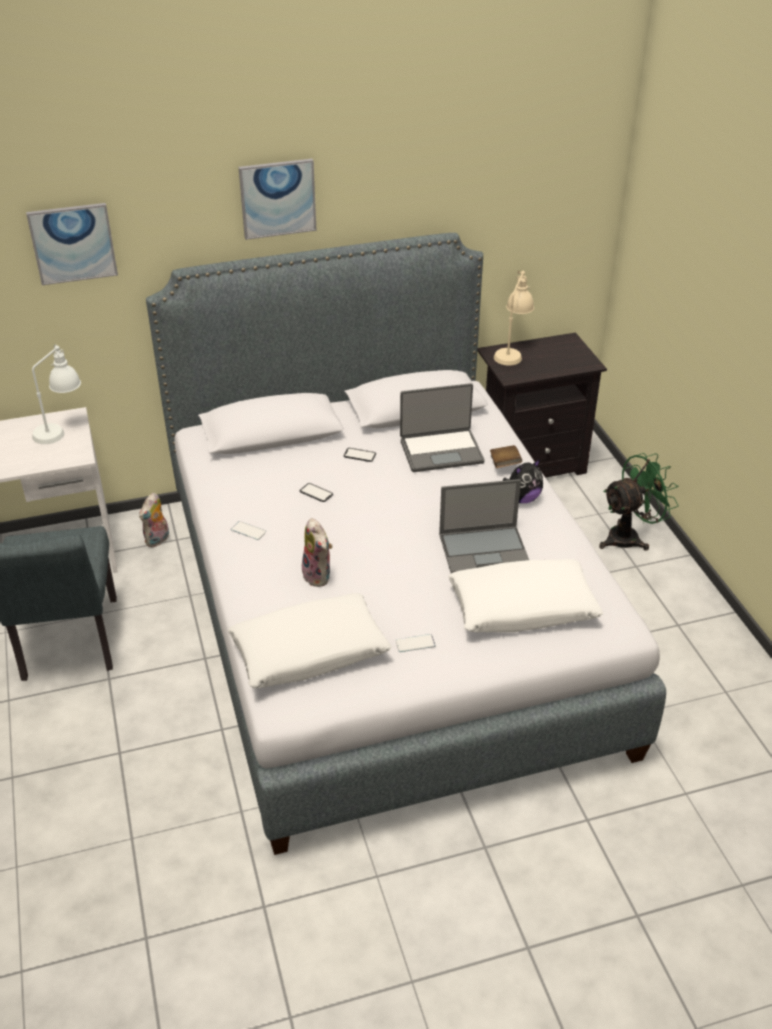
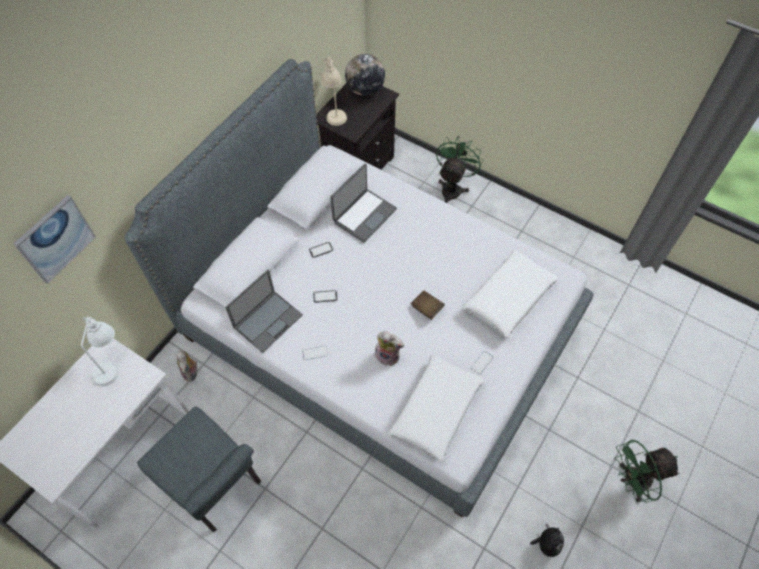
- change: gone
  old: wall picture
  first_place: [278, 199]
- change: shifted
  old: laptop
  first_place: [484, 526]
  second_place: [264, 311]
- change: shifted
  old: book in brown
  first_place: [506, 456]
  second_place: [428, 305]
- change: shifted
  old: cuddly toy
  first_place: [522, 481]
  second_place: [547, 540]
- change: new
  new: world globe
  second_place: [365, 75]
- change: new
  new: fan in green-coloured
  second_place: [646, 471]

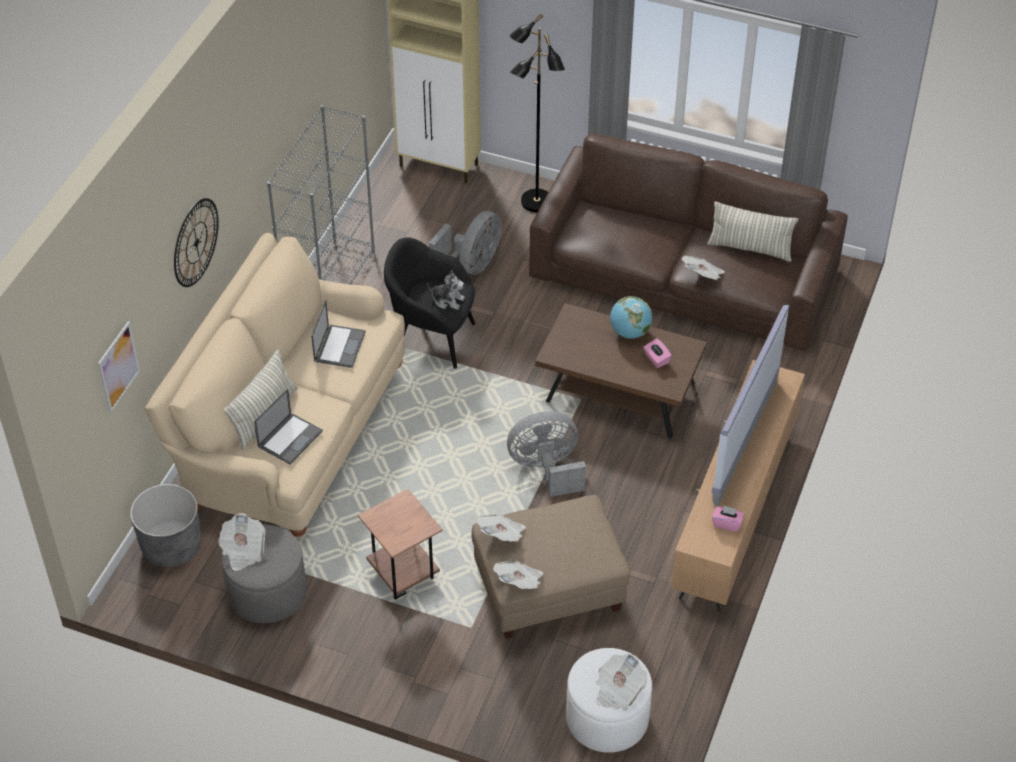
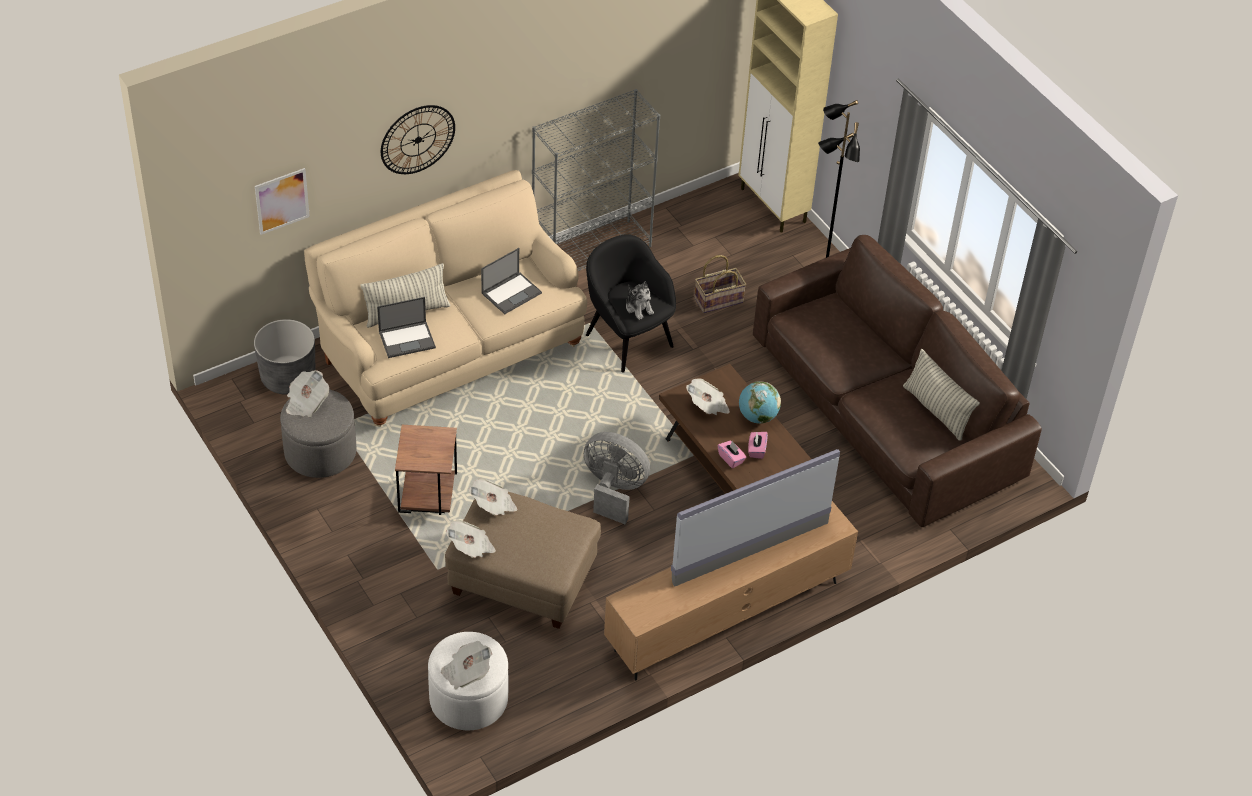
- change: swapped
  old: fan in grey
  new: household basket
  first_place: [465, 243]
  second_place: [720, 284]
- change: shifted
  old: newspaper
  first_place: [703, 267]
  second_place: [708, 396]
- change: shifted
  old: tissue box in pinkish
  first_place: [728, 519]
  second_place: [732, 454]

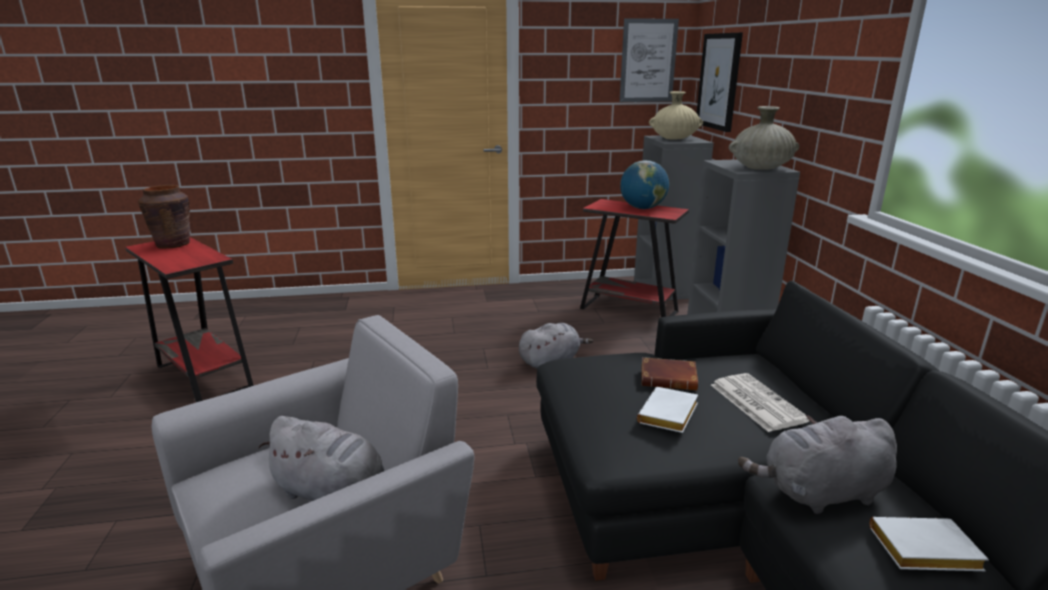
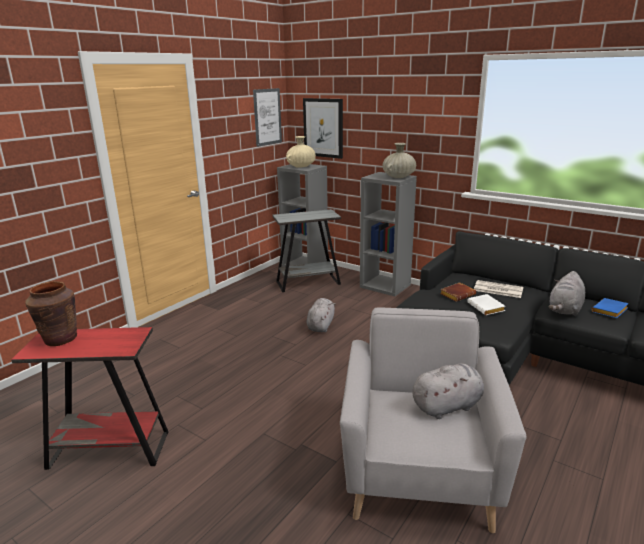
- change: repainted
  old: accent table in reddish
  new: accent table in grey
  first_place: [634, 258]
  second_place: [306, 250]
- change: gone
  old: world globe
  first_place: [644, 184]
- change: repainted
  old: book in white
  new: book in blue-coloured
  first_place: [929, 543]
  second_place: [610, 308]

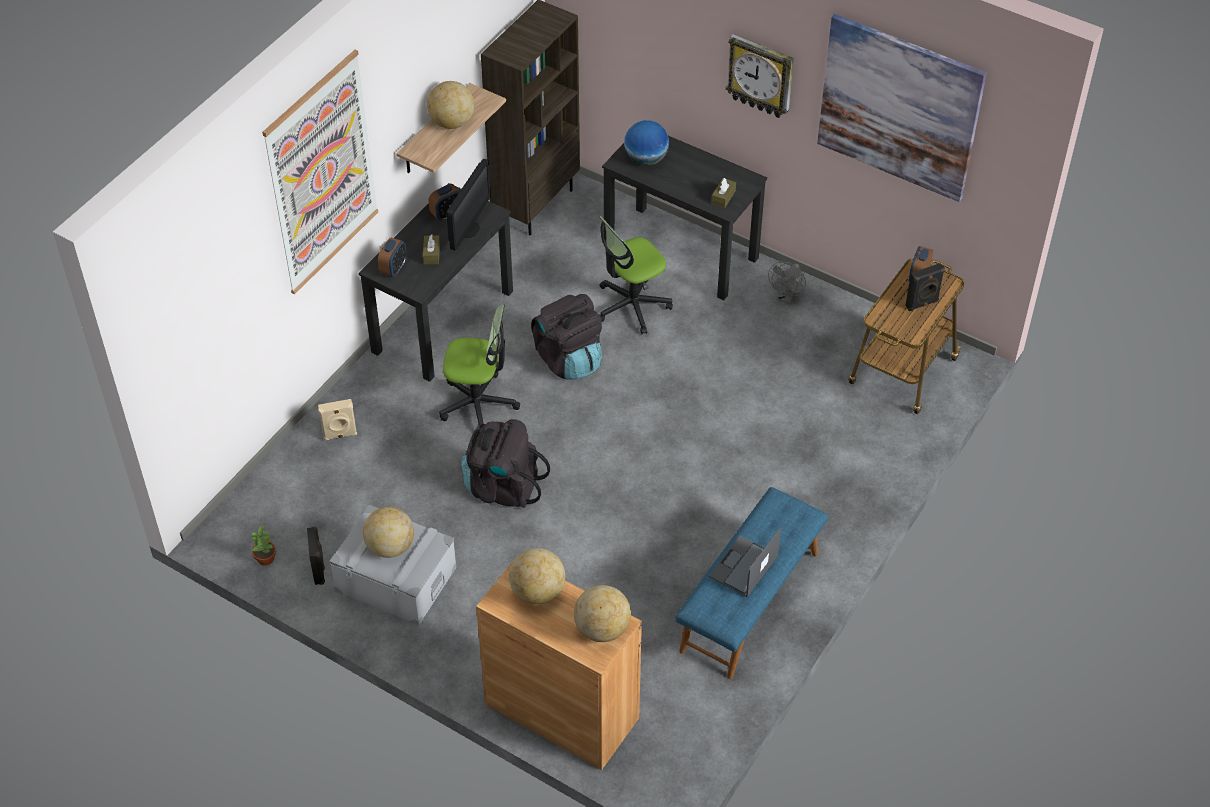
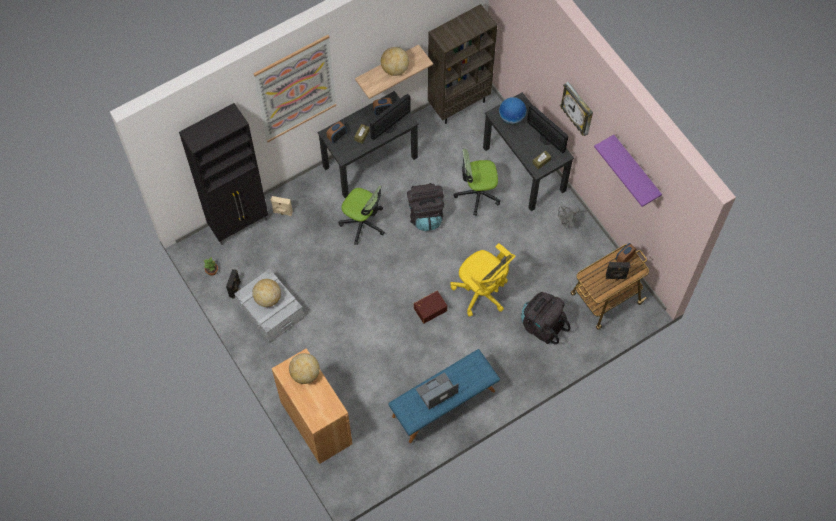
- change: shifted
  old: knapsack in black
  first_place: [505, 463]
  second_place: [546, 318]
- change: gone
  old: world globe
  first_place: [602, 613]
- change: swapped
  old: wall picture
  new: wall shelf in purple-coloured
  first_place: [902, 108]
  second_place: [628, 171]
- change: new
  new: storage cabinet in black
  second_place: [223, 174]
- change: new
  new: storage container in brown
  second_place: [430, 307]
- change: new
  new: desk chair in yellowish
  second_place: [483, 280]
- change: new
  new: monitor
  second_place: [547, 129]

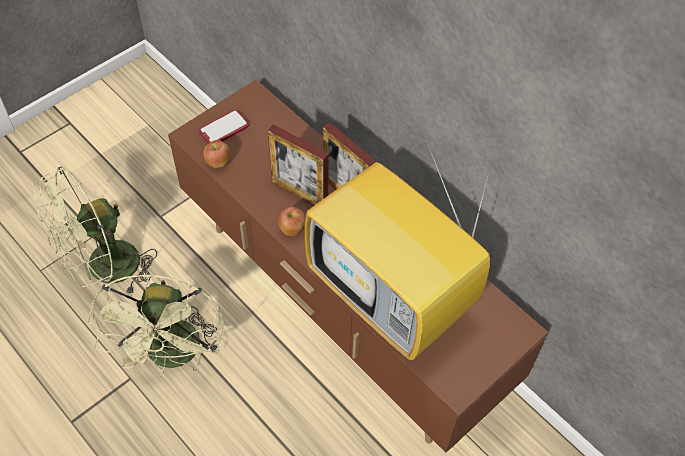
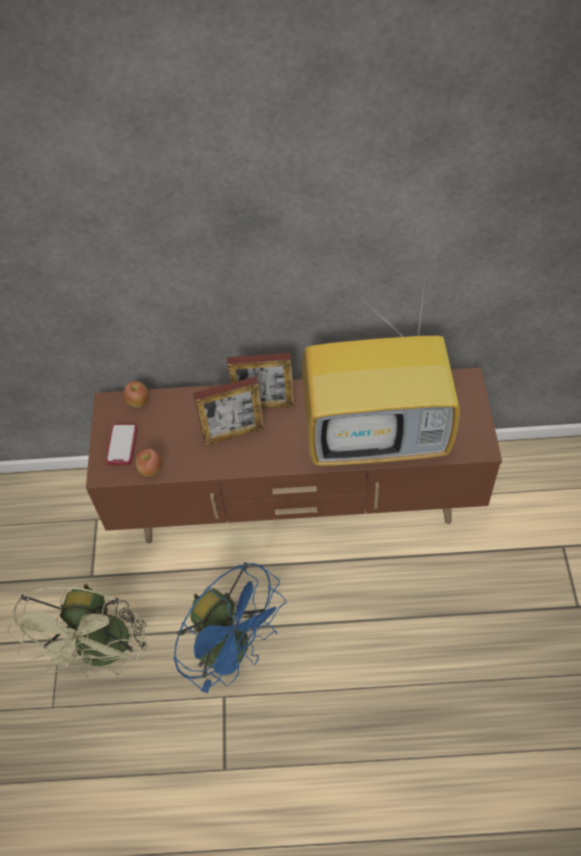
- change: repainted
  old: fan in green-coloured
  new: fan in blue-coloured
  first_place: [156, 325]
  second_place: [229, 627]
- change: shifted
  old: apple fruit
  first_place: [291, 221]
  second_place: [135, 394]

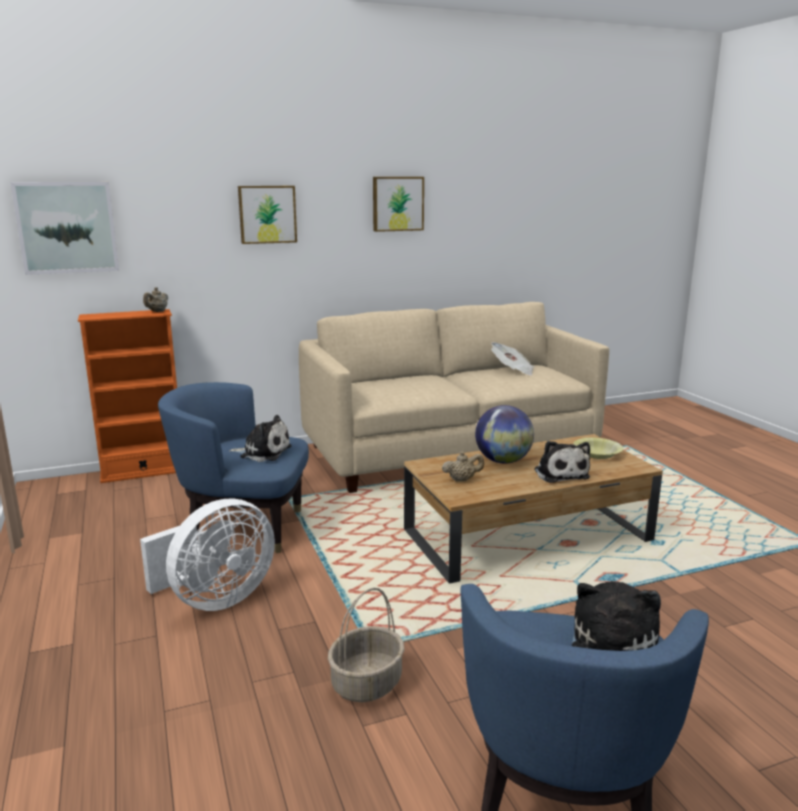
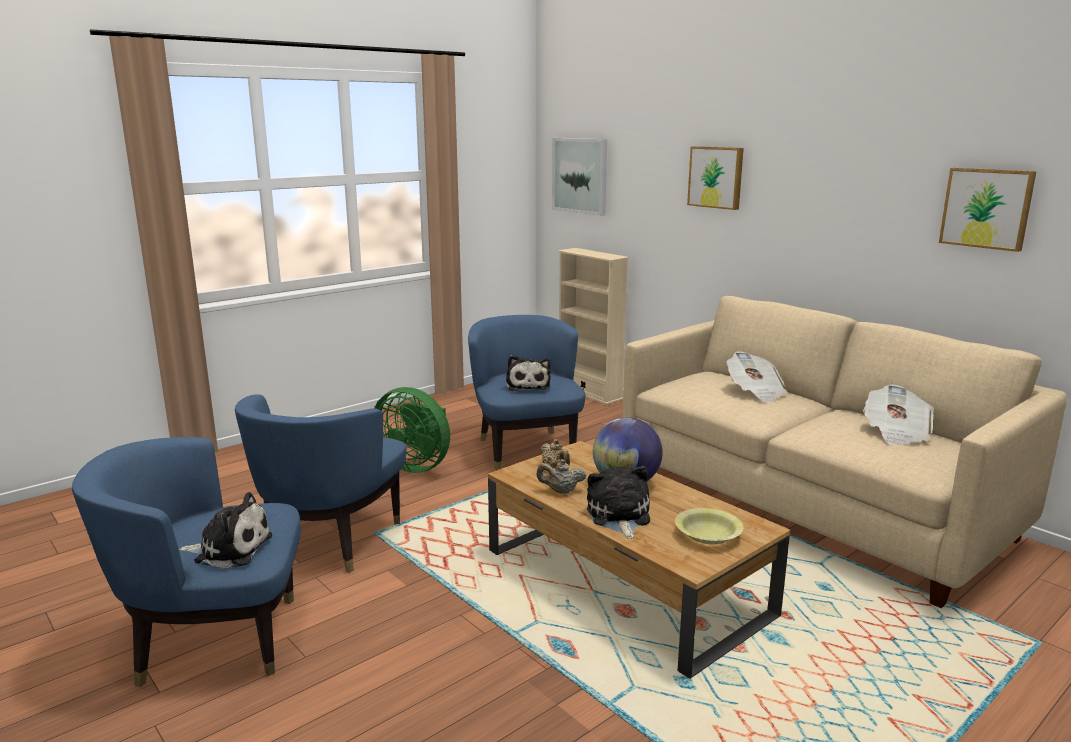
- change: repainted
  old: shelving unit in orange
  new: shelving unit in sand-coloured
  first_place: [127, 396]
  second_place: [593, 326]
- change: repainted
  old: fan in white
  new: fan in green-coloured
  first_place: [207, 554]
  second_place: [412, 430]
- change: shifted
  old: teapot in sand-coloured
  first_place: [155, 299]
  second_place: [561, 476]
- change: swapped
  old: household basket
  new: armchair in blue-coloured
  first_place: [366, 645]
  second_place: [321, 483]
- change: shifted
  old: wall picture
  first_place: [398, 204]
  second_place: [987, 210]
- change: rotated
  old: cuddly toy
  first_place: [562, 462]
  second_place: [618, 502]
  degrees: 120
- change: new
  new: newspaper
  second_place: [756, 377]

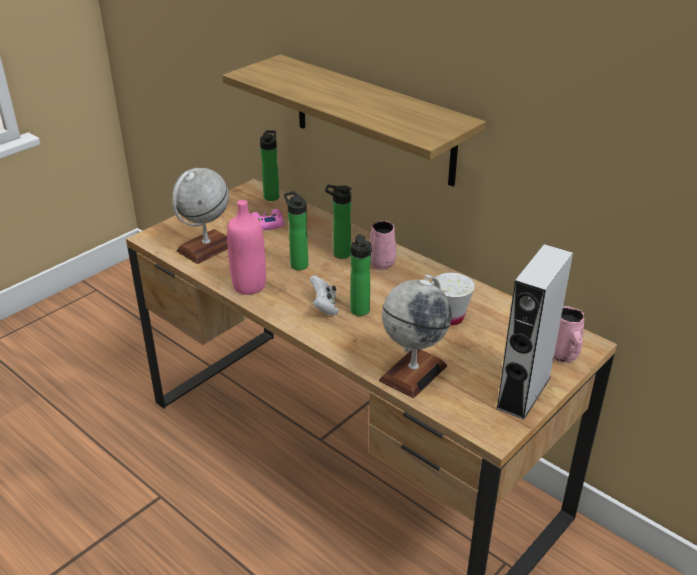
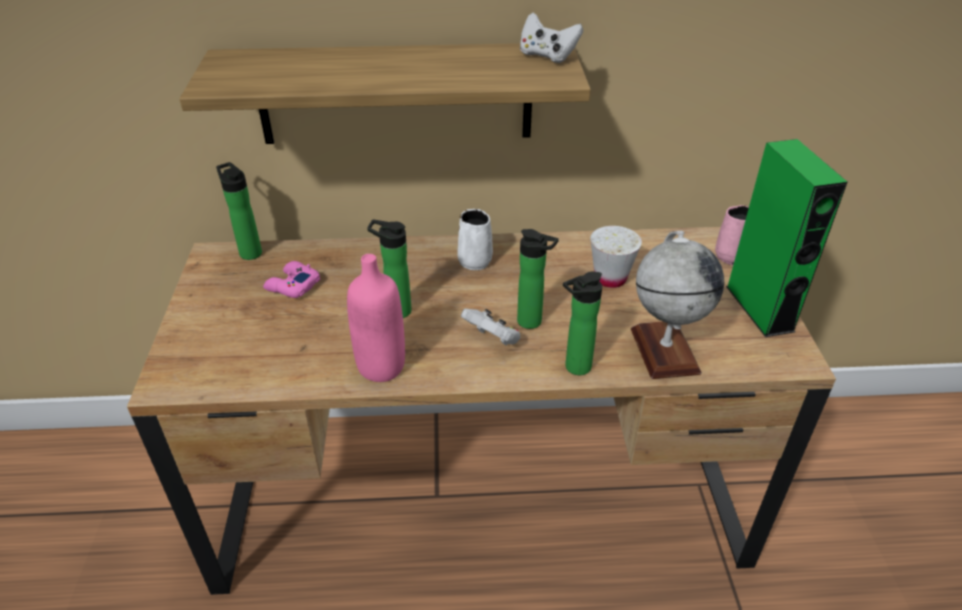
- change: gone
  old: world globe
  first_place: [200, 215]
- change: shifted
  old: drink bottle
  first_place: [338, 221]
  second_place: [582, 323]
- change: repainted
  old: mug in pinkish
  new: mug in white
  first_place: [383, 245]
  second_place: [475, 239]
- change: repainted
  old: loudspeaker in grey
  new: loudspeaker in green-coloured
  first_place: [534, 332]
  second_place: [786, 238]
- change: new
  new: game controller in white
  second_place: [551, 38]

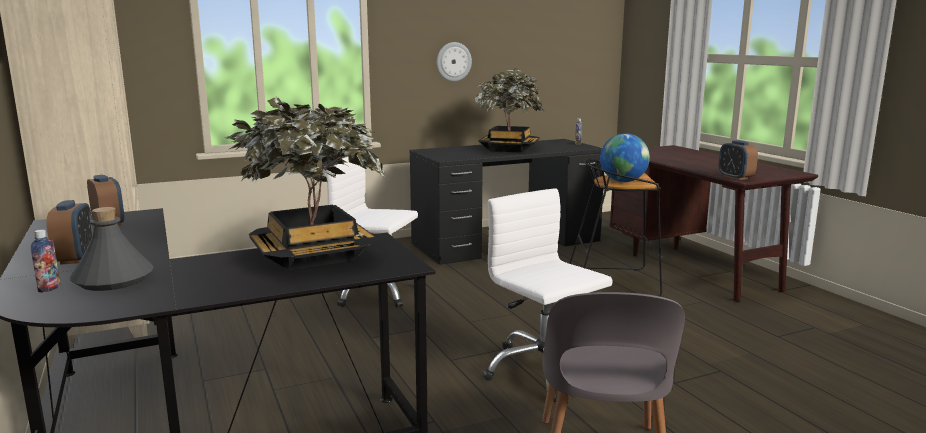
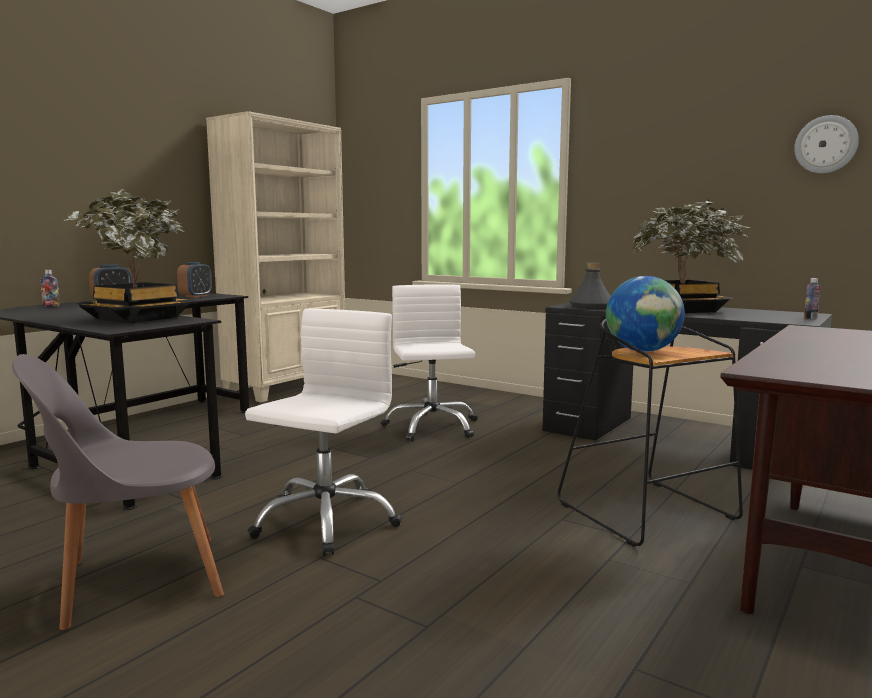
- change: shifted
  old: drink bottle in grey
  first_place: [112, 249]
  second_place: [589, 285]
- change: shifted
  old: wall clock
  first_place: [454, 61]
  second_place: [826, 144]
- change: gone
  old: table clock
  first_place: [738, 160]

